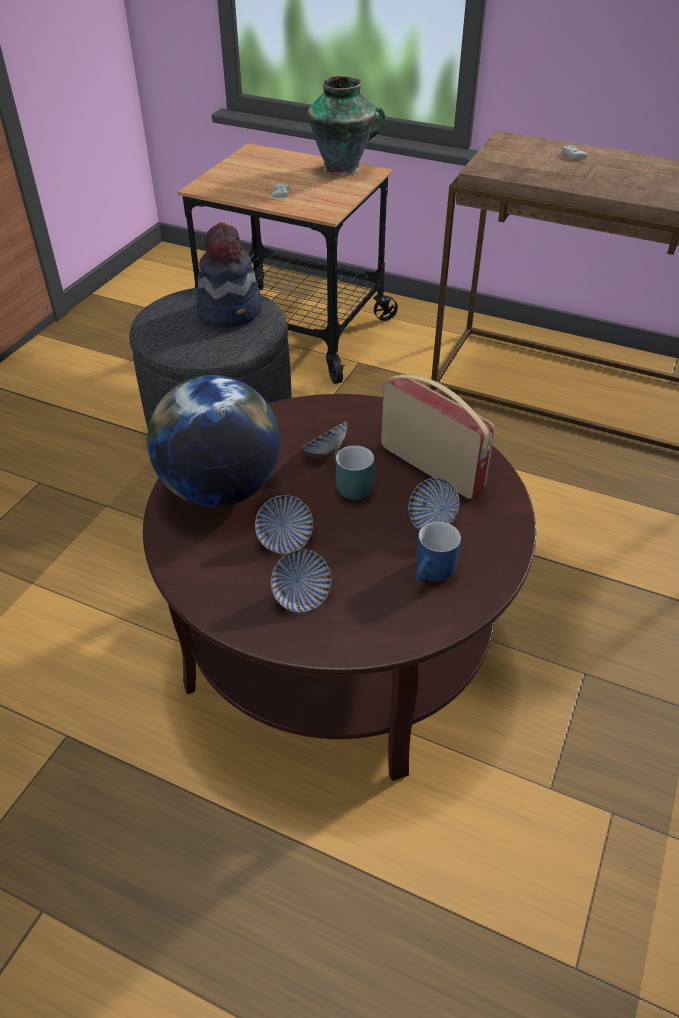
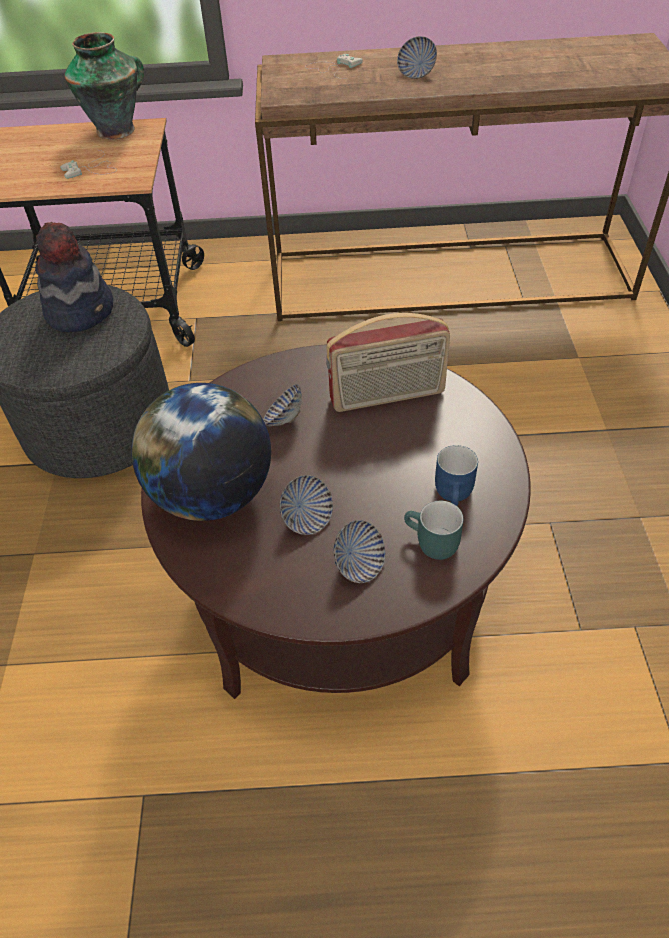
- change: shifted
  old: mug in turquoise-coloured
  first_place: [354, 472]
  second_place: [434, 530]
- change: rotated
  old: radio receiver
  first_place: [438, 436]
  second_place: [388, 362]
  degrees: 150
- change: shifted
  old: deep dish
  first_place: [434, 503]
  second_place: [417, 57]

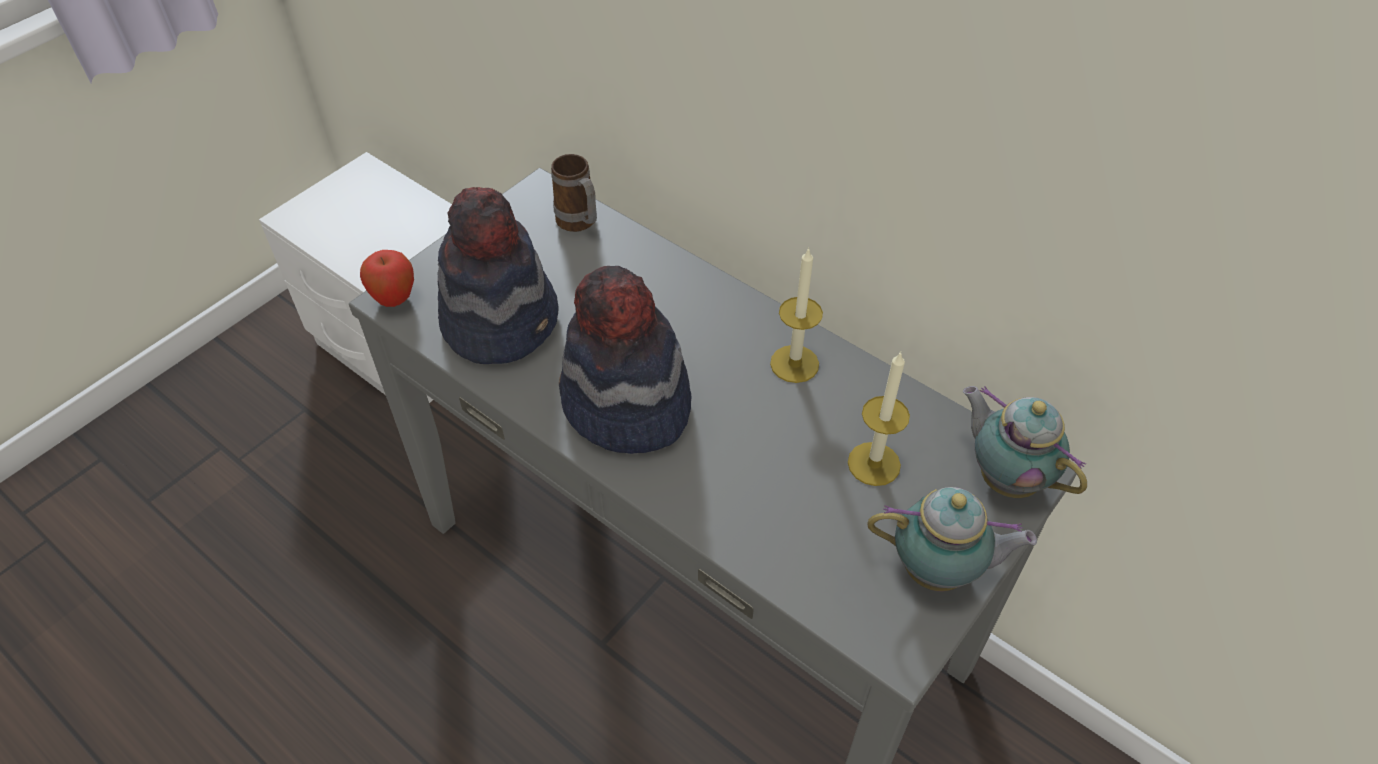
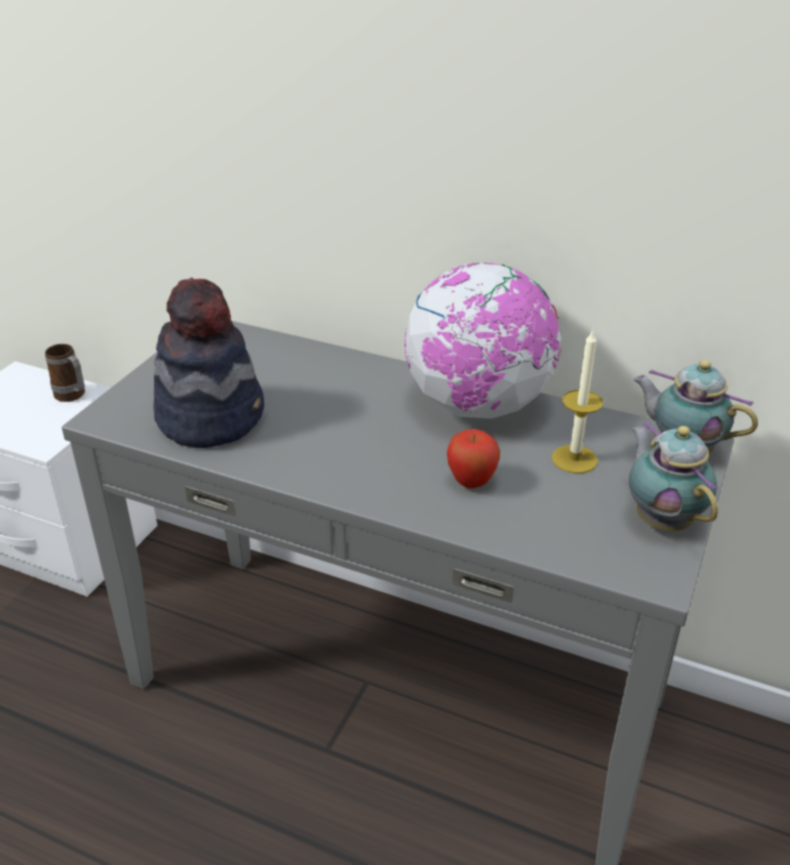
- change: shifted
  old: apple fruit
  first_place: [387, 278]
  second_place: [473, 458]
- change: shifted
  old: mug
  first_place: [574, 193]
  second_place: [65, 373]
- change: gone
  old: clothing hat
  first_place: [625, 360]
- change: swapped
  old: wax candle
  new: world globe
  first_place: [796, 315]
  second_place: [483, 341]
- change: rotated
  old: teapot
  first_place: [952, 539]
  second_place: [673, 476]
  degrees: -105

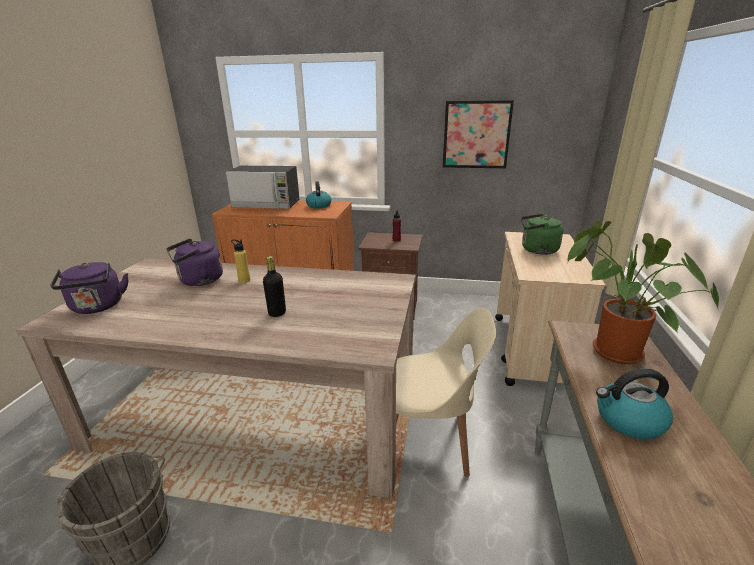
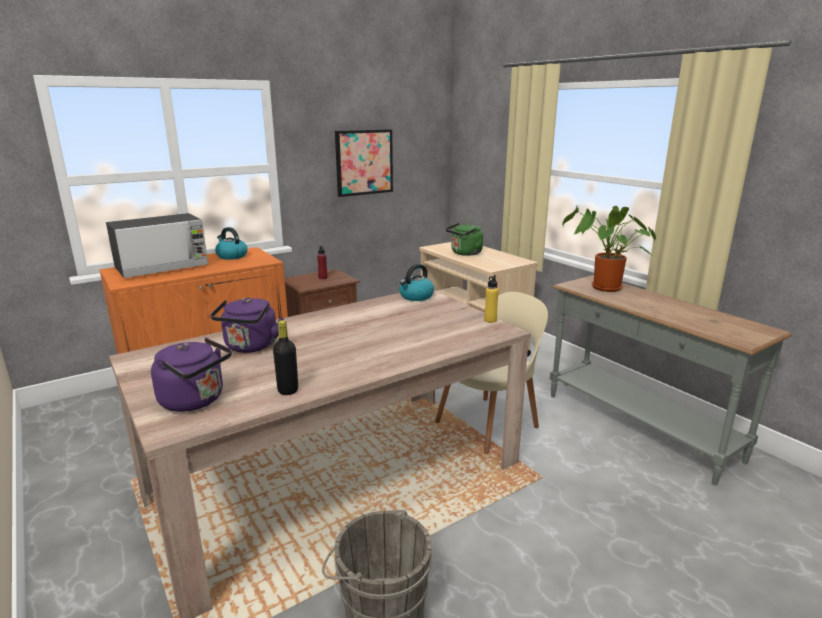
- change: shifted
  old: drink bottle in yellowish
  first_place: [240, 261]
  second_place: [491, 299]
- change: shifted
  old: drink bottle in black
  first_place: [274, 286]
  second_place: [285, 357]
- change: shifted
  old: kettle
  first_place: [634, 404]
  second_place: [416, 282]

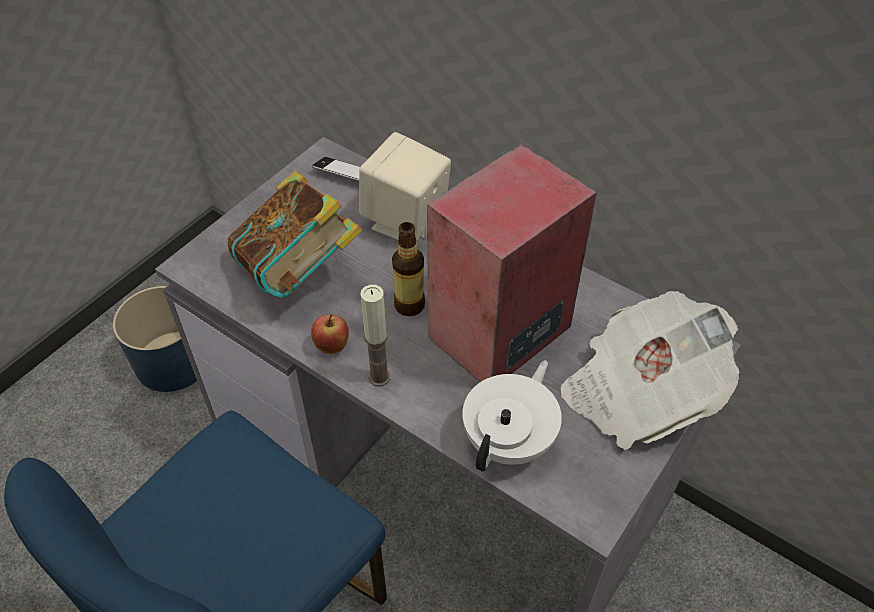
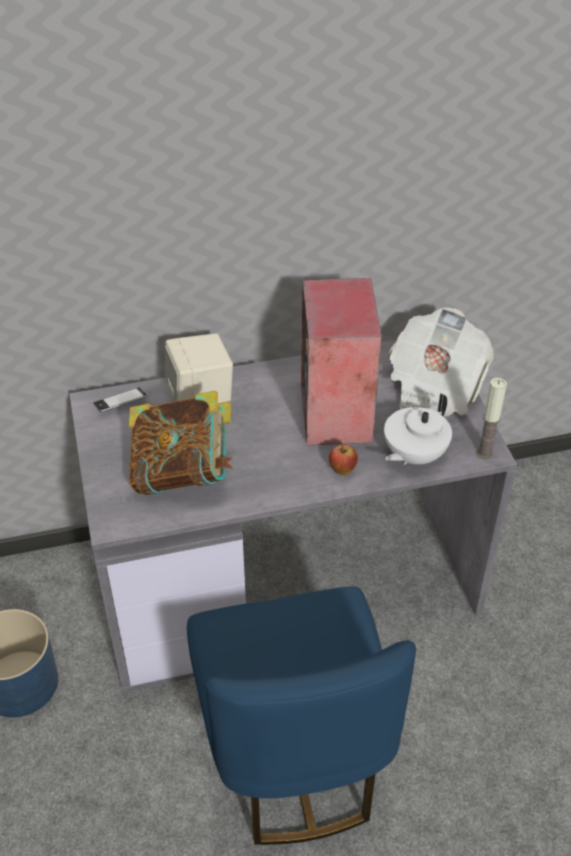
- change: shifted
  old: apple fruit
  first_place: [330, 334]
  second_place: [343, 459]
- change: shifted
  old: wax candle
  first_place: [375, 336]
  second_place: [492, 418]
- change: gone
  old: drink bottle
  first_place: [408, 269]
- change: rotated
  old: teapot in white
  first_place: [512, 416]
  second_place: [418, 429]
  degrees: -120

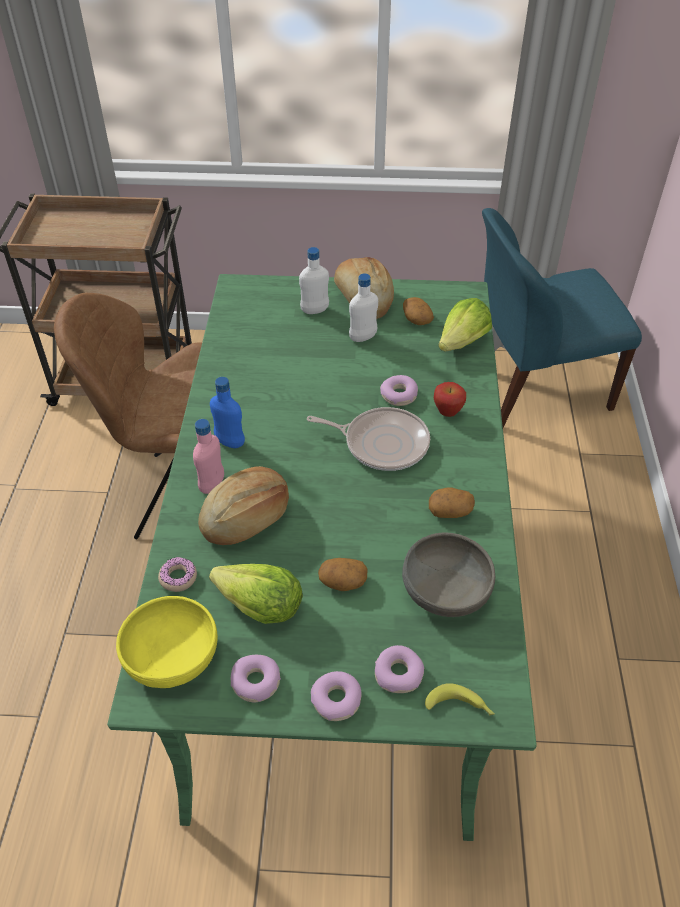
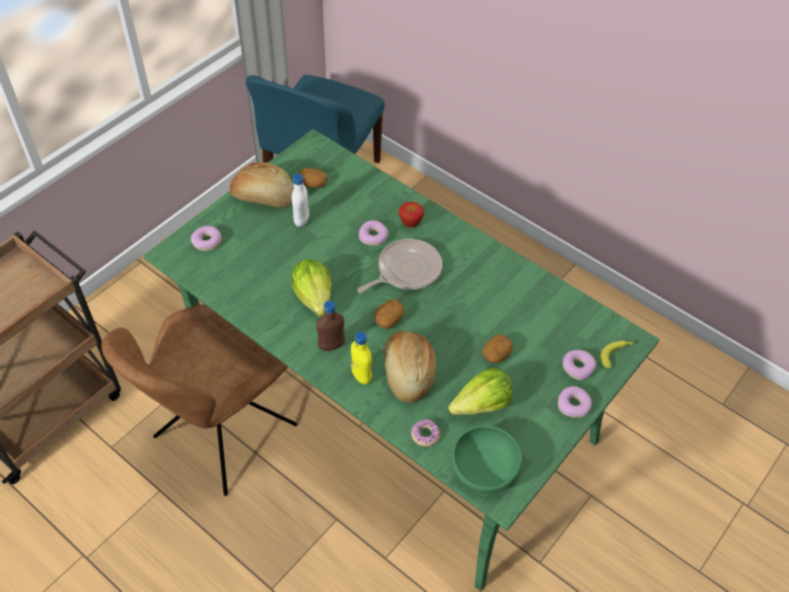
- change: repainted
  old: deep dish in yellowish
  new: deep dish in green-coloured
  first_place: [167, 642]
  second_place: [486, 459]
- change: repainted
  old: drink bottle in pinkish
  new: drink bottle in yellowish
  first_place: [208, 456]
  second_place: [361, 358]
- change: repainted
  old: drink bottle in blue-coloured
  new: drink bottle in brown
  first_place: [227, 412]
  second_place: [330, 326]
- change: shifted
  old: ring doughnut
  first_place: [256, 678]
  second_place: [206, 238]
- change: gone
  old: drink bottle in white
  first_place: [314, 280]
- change: gone
  old: deep dish in grey
  first_place: [448, 574]
- change: shifted
  old: potato
  first_place: [452, 502]
  second_place: [389, 314]
- change: shifted
  old: lettuce
  first_place: [465, 325]
  second_place: [311, 287]

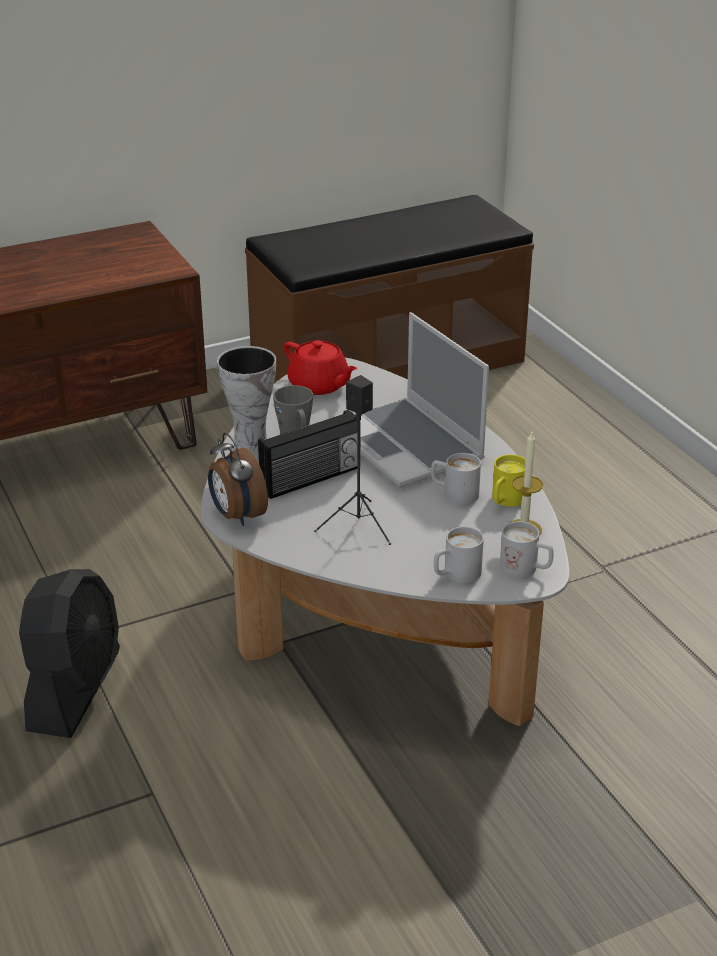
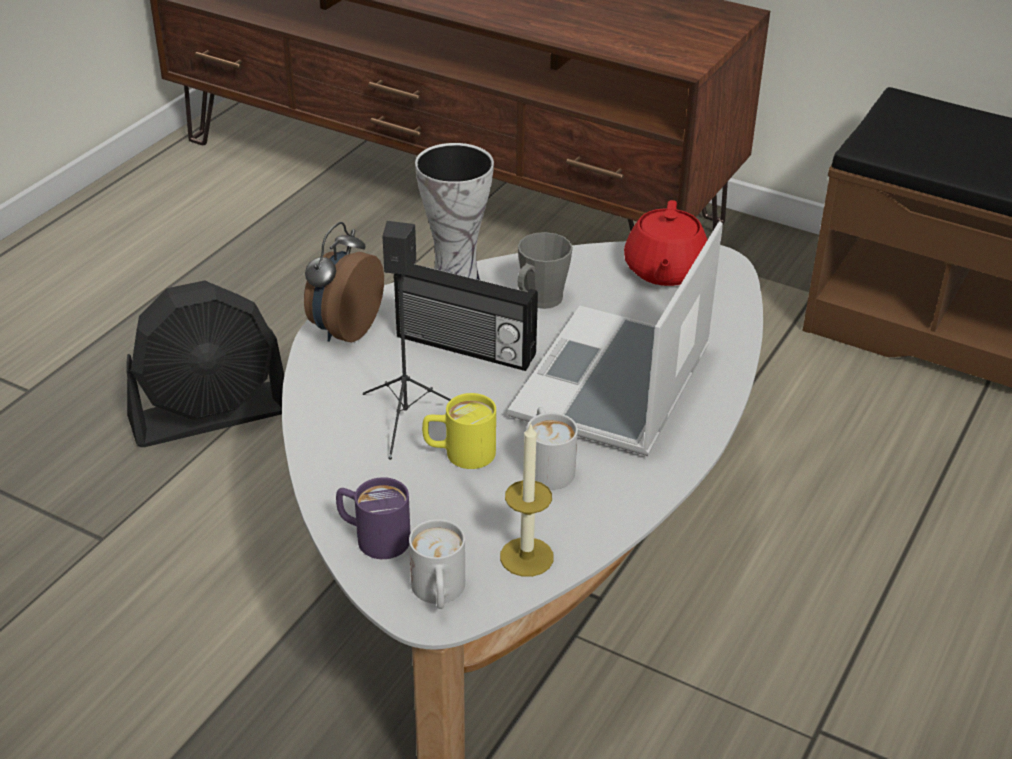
- change: repainted
  old: mug in white
  new: mug in purple-coloured
  first_place: [459, 555]
  second_place: [373, 518]
- change: shifted
  old: mug in yellowish
  first_place: [509, 481]
  second_place: [459, 431]

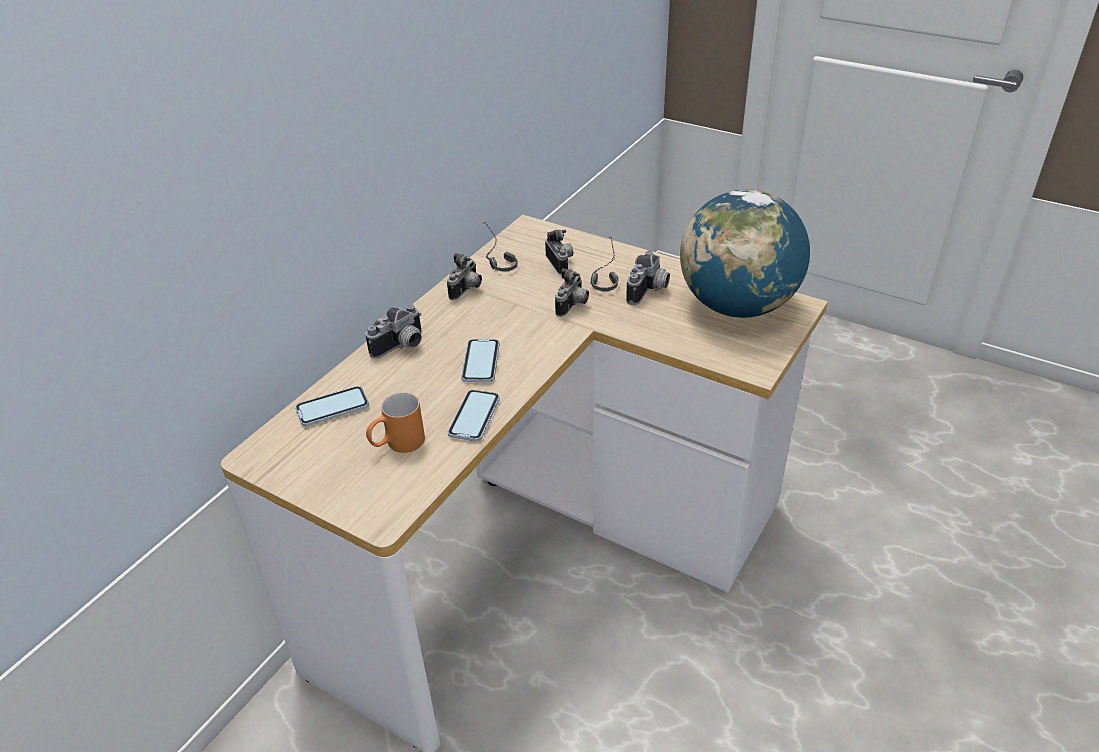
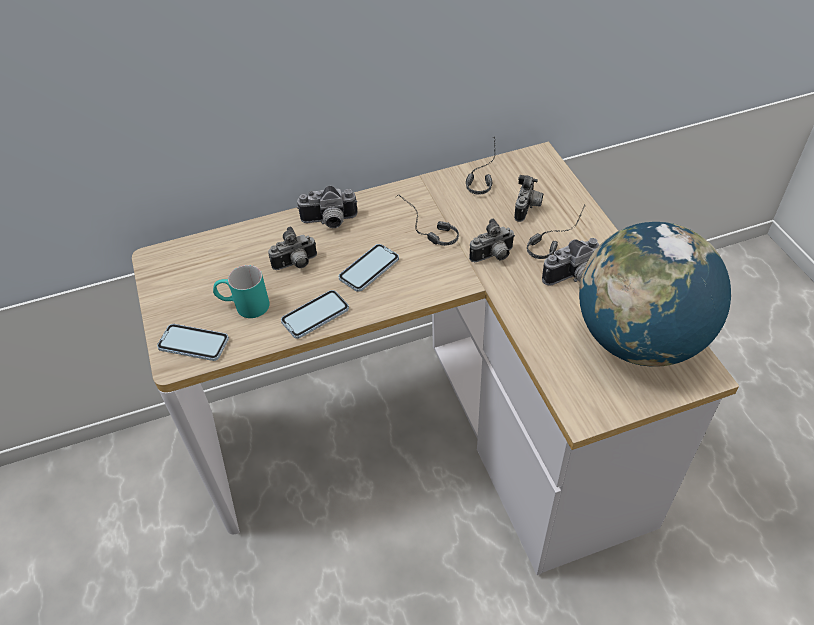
- change: shifted
  old: handset
  first_place: [332, 406]
  second_place: [193, 342]
- change: repainted
  old: mug in orange
  new: mug in turquoise-coloured
  first_place: [395, 422]
  second_place: [241, 291]
- change: shifted
  old: photo camera
  first_place: [464, 276]
  second_place: [292, 248]
- change: new
  new: headset
  second_place: [427, 220]

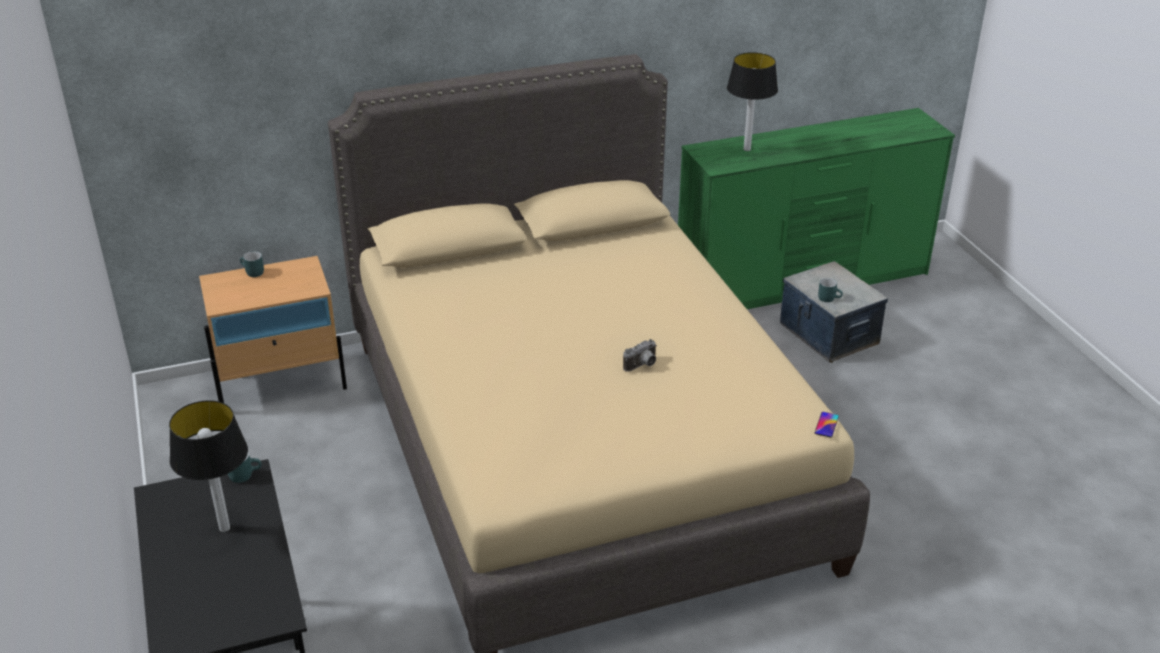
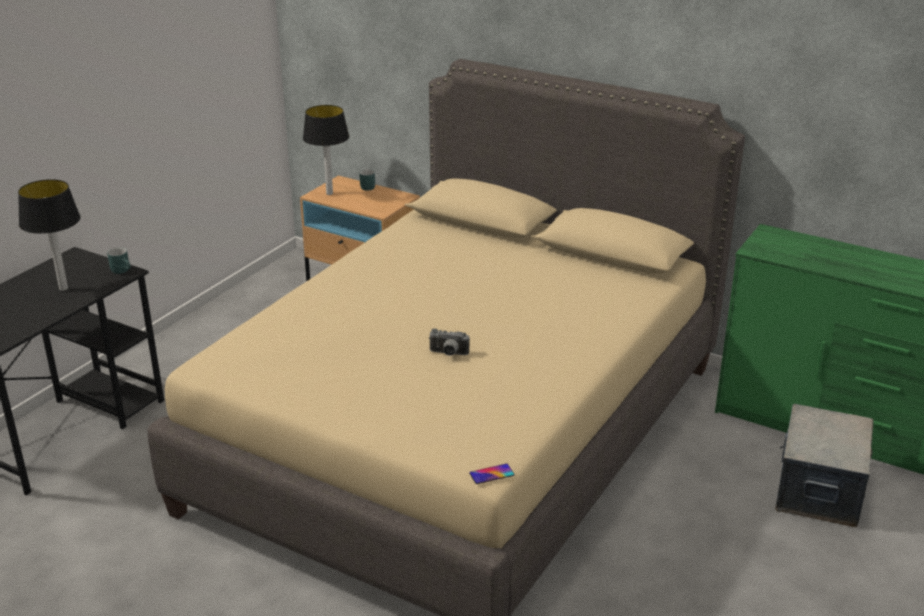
- change: shifted
  old: table lamp
  first_place: [752, 101]
  second_place: [326, 150]
- change: gone
  old: mug in turquoise-coloured
  first_place: [830, 290]

